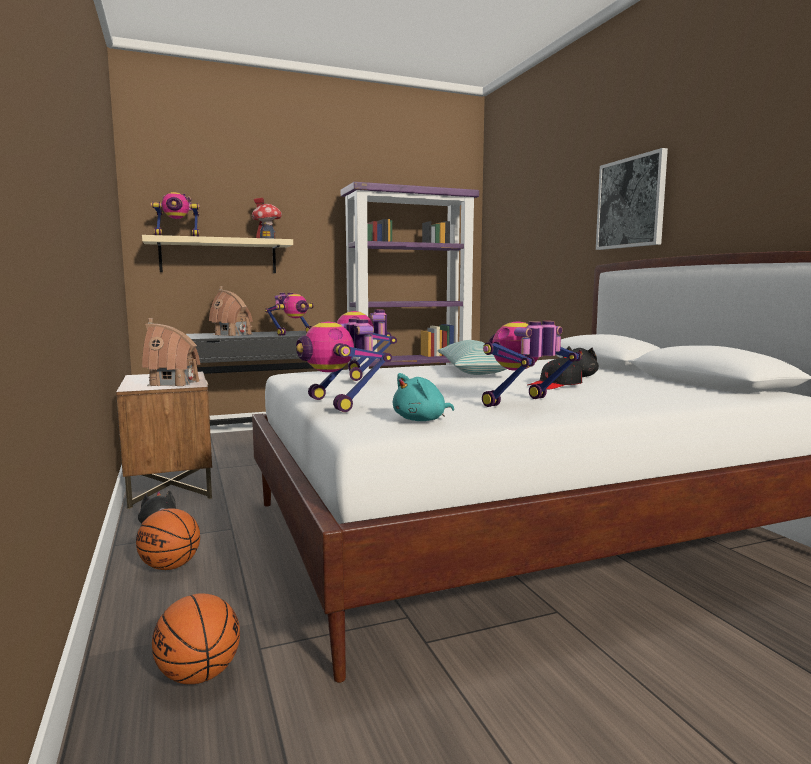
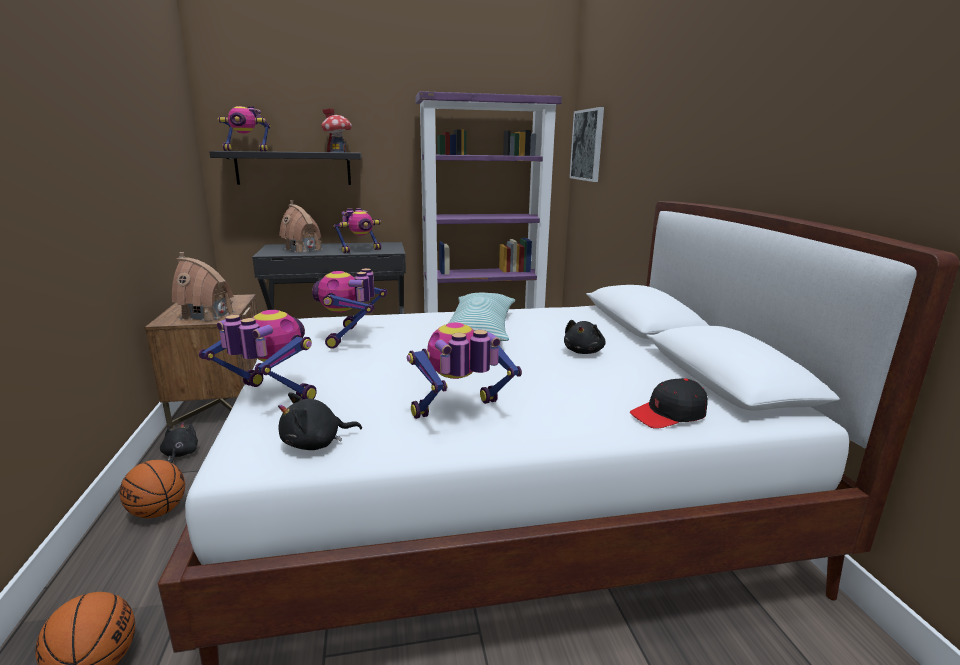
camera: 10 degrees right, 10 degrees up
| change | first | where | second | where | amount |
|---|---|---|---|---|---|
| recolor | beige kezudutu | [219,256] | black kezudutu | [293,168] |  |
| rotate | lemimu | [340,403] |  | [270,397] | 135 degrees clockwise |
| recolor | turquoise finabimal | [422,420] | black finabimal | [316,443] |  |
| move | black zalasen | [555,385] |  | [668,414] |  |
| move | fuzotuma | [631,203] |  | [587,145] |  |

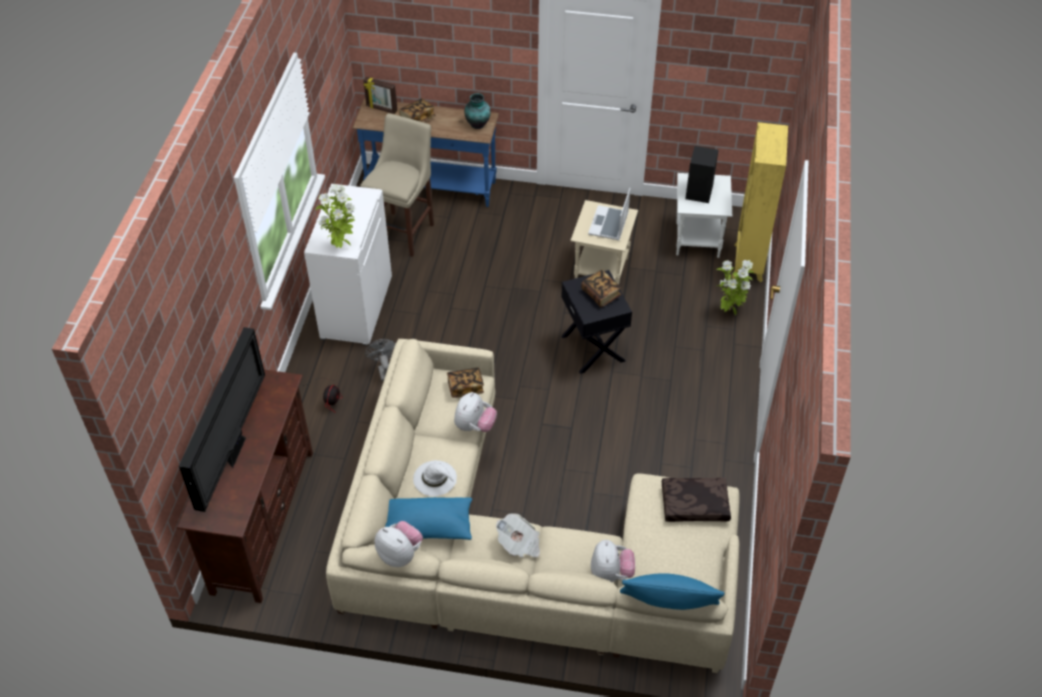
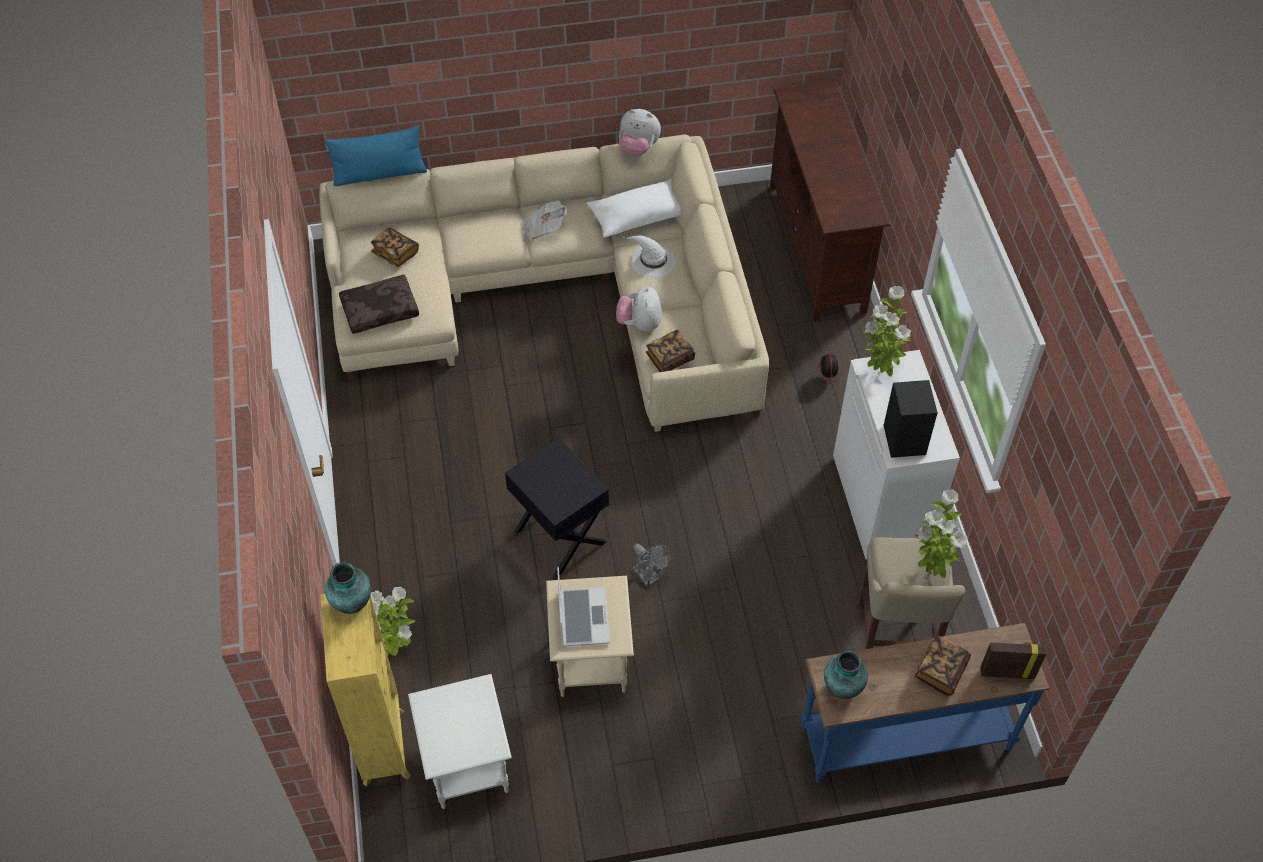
camera: 160 degrees right, 5 degrees up
| change | first | where | second | where | amount |
|---|---|---|---|---|---|
| delete | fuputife | [235,449] |  |  |  |
| move | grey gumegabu | [384,370] |  | [649,577] |  |
| recolor | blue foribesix | [426,526] | white foribesix | [638,217] |  |
| move | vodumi | [600,294] |  | [395,253] |  |
| delete | finabimal | [611,573] |  |  |  |
| move | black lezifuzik | [699,191] |  | [904,441] |  |
| insert |  |  | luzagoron | [351,602] |  |
| insert |  |  | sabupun | [932,568] |  |

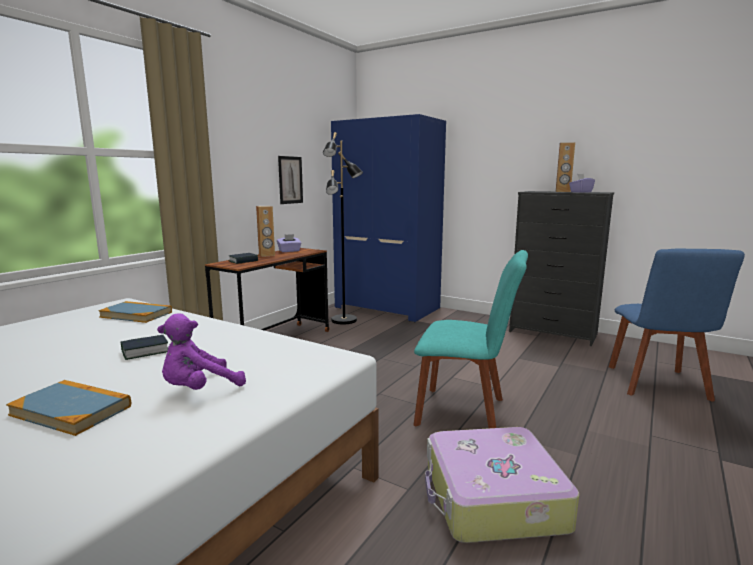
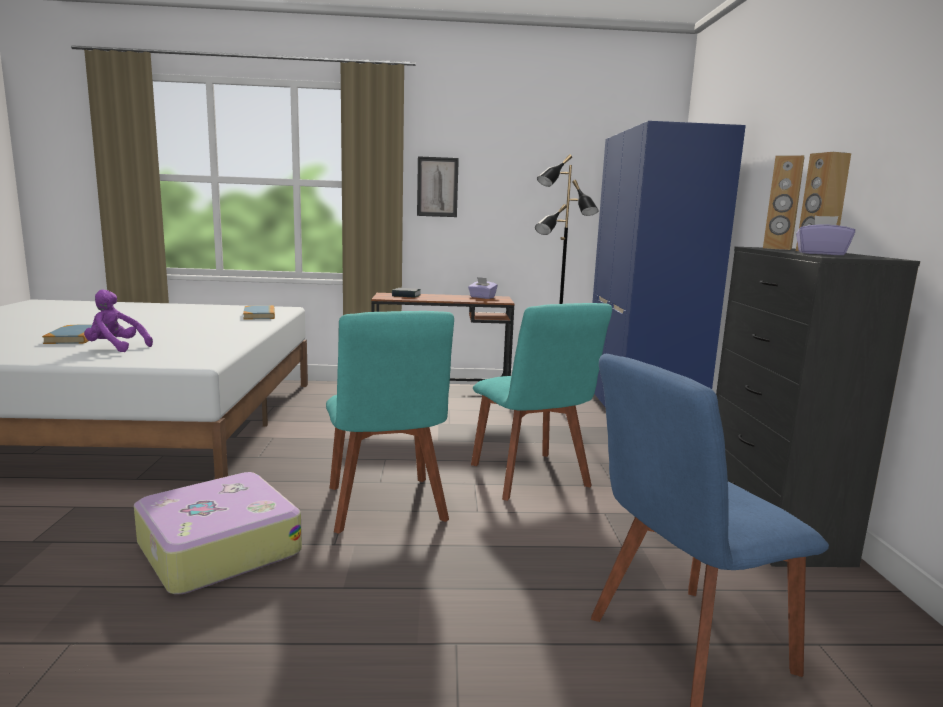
camera: 55 degrees right, 0 degrees up
| change | first | where | second | where | amount |
|---|---|---|---|---|---|
| delete | vodumi | [145,351] |  |  |  |
| move | brown lezifuzik | [267,255] |  | [777,248] |  |
| move | fuzotuma | [290,180] |  | [437,187] |  |
| insert |  |  | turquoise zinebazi | [531,478] |  |

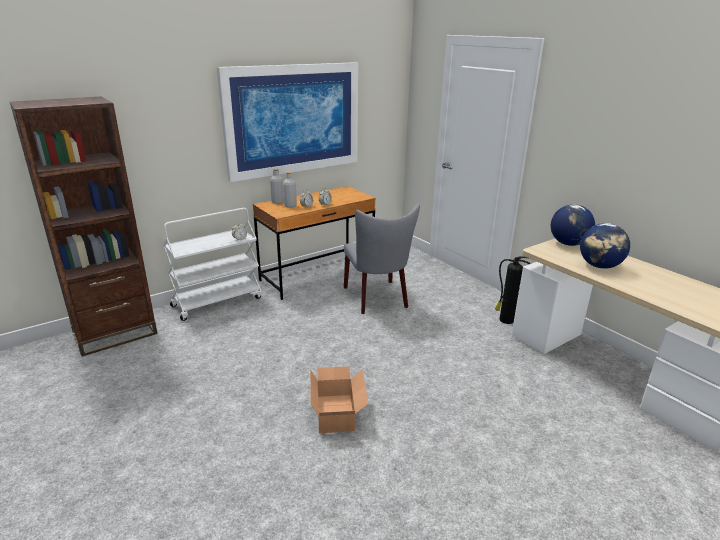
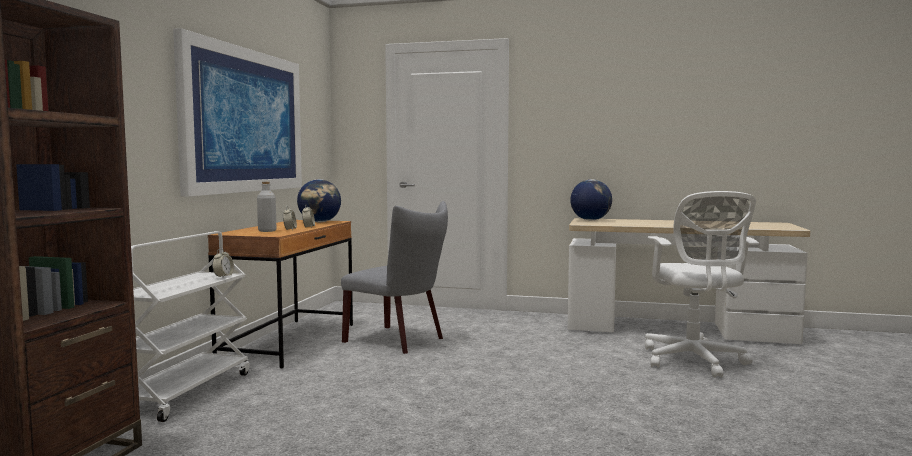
camera: 40 degrees left, 20 degrees down
| change | first | where | second | where | amount |
|---|---|---|---|---|---|
| delete | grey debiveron | [277,202] |  |  |  |
| delete | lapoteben | [338,412] |  |  |  |
| delete | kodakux | [505,320] |  |  |  |
| move | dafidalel | [599,266] |  | [319,222] |  |
| insert |  |  | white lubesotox | [694,361] |  |

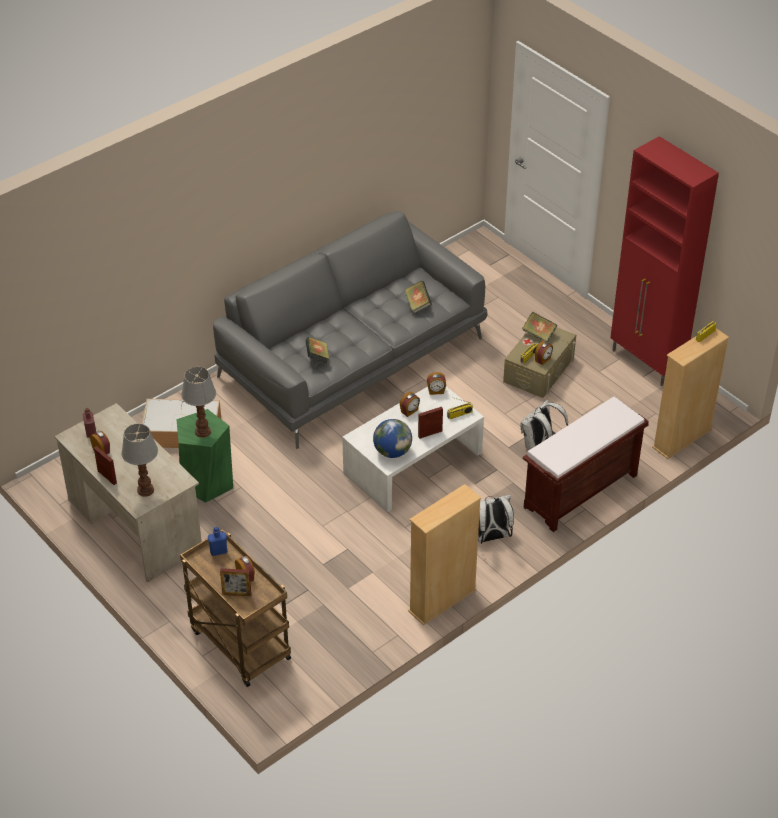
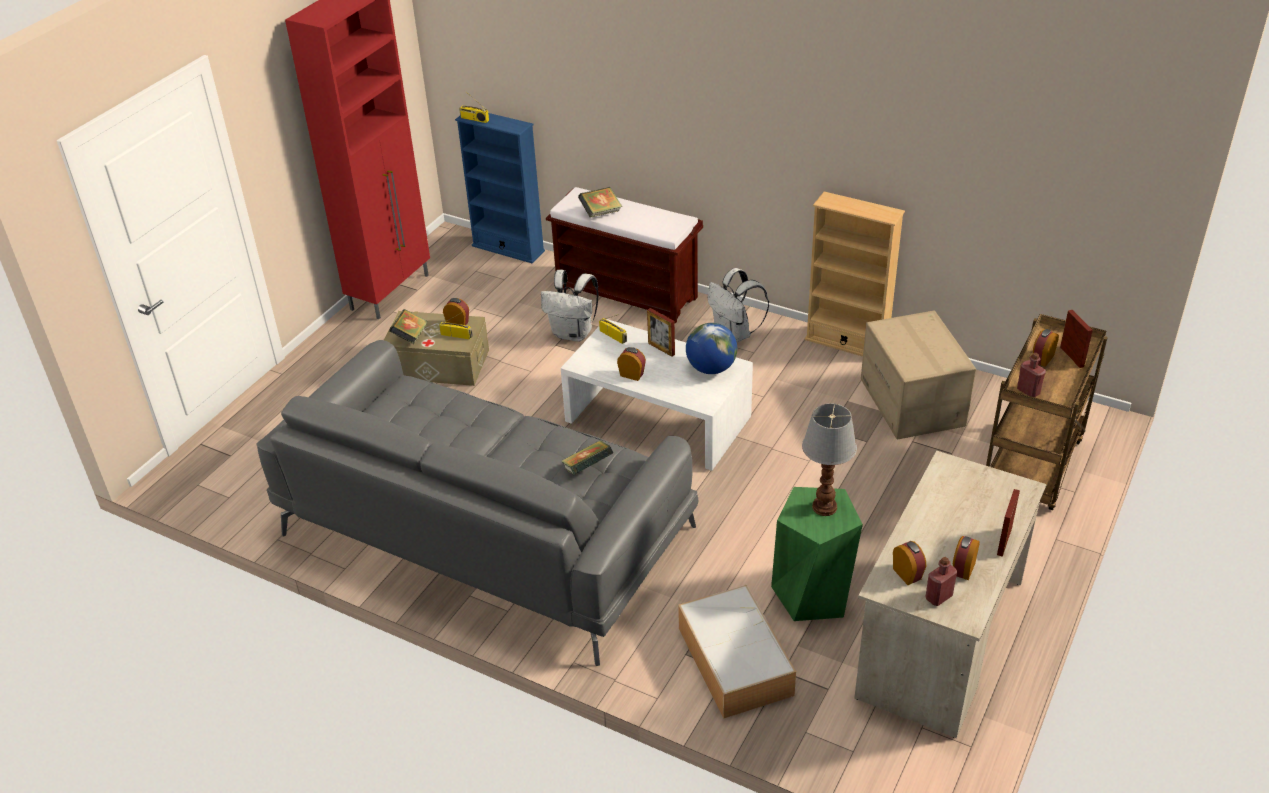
camera: 110 degrees left, 5 degrees down
| change | first | where | second | where | amount |
|---|---|---|---|---|---|
| delete | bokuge | [145,490] |  |  |  |
| recolor | blue debiveron | [218,551] | red debiveron | [1028,391] |  |
| move | vodumi | [417,304] |  | [600,213] |  |
| move | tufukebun | [436,391] |  | [907,574] |  |
| recolor | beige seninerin | [682,439] | blue seninerin | [508,248] |  |
| insert |  |  | lapoteben | [913,402] |  |

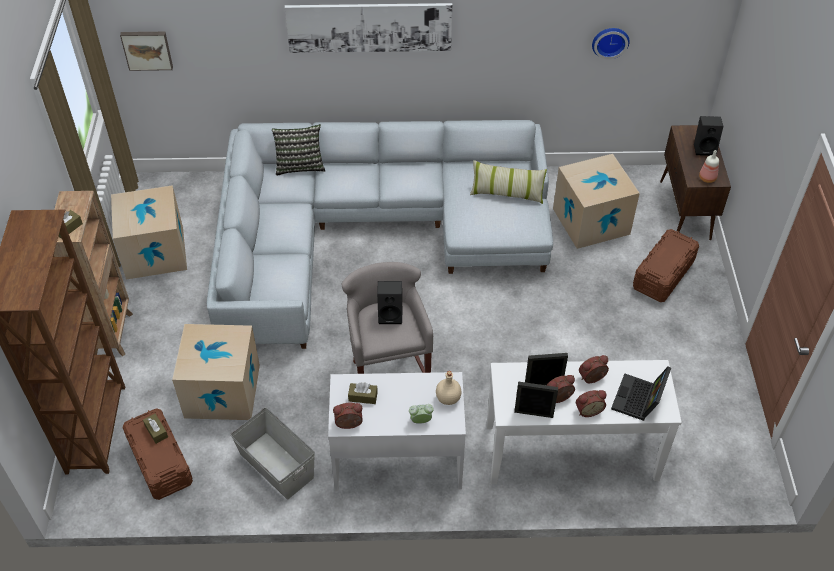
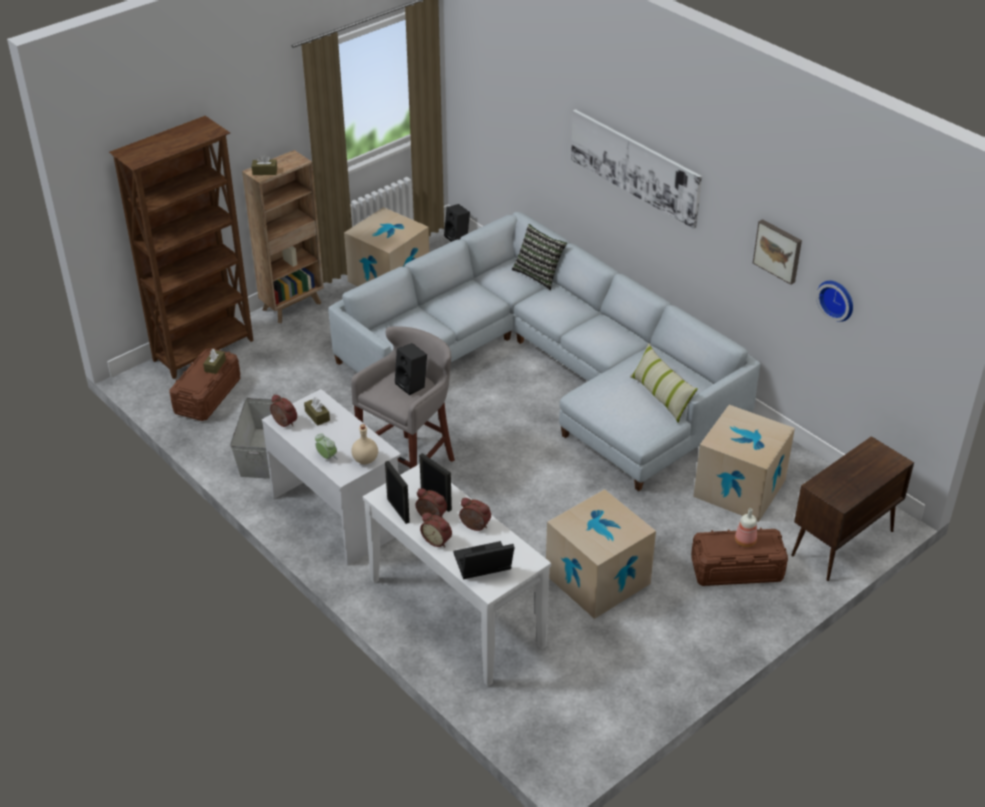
camera: 50 degrees right, 10 degrees down
| change | first | where | second | where | amount |
|---|---|---|---|---|---|
| move | fuzotuma | [147,49] |  | [778,250] |  |
| move | lapoteben | [222,391] |  | [597,579] |  |
| move | black lezifuzik | [705,148] |  | [458,238] |  |
| move | debiveron | [708,178] |  | [745,542] |  |

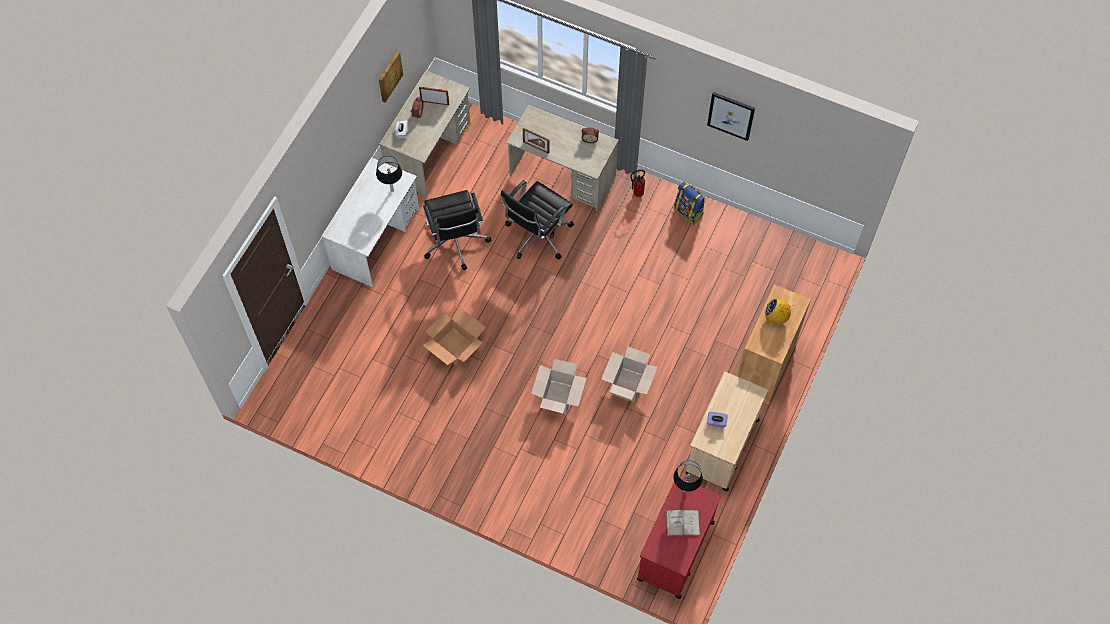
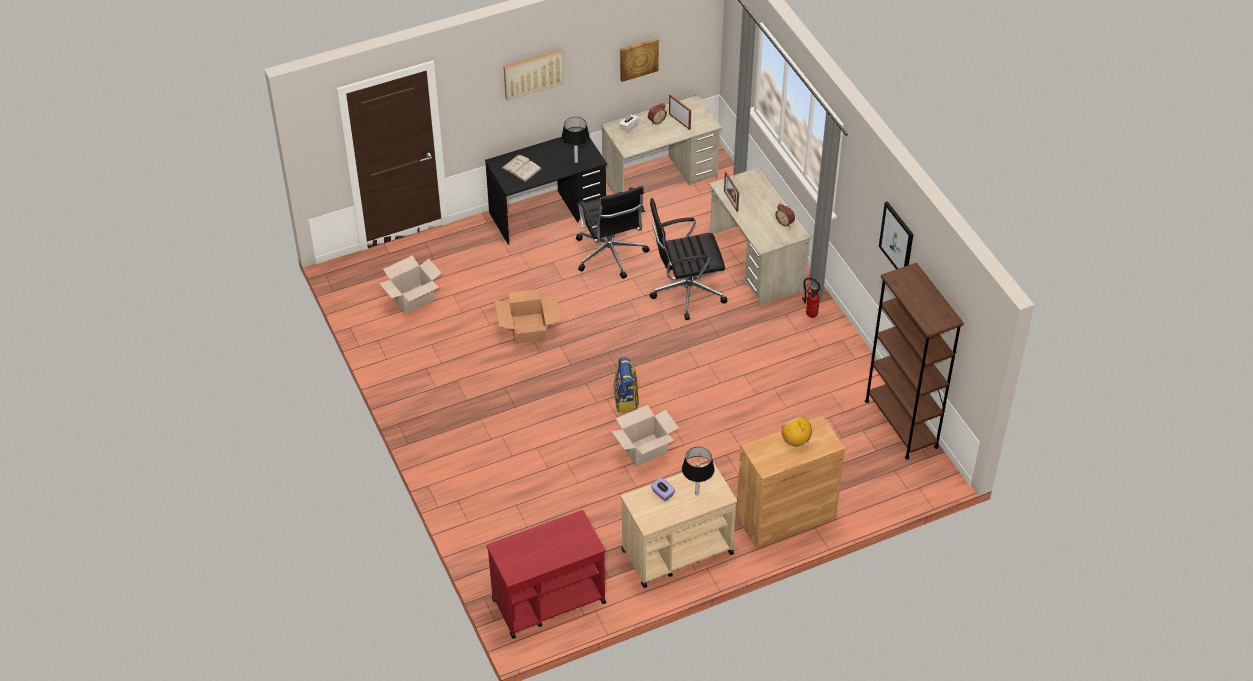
camera: 40 degrees right, 15 degrees down
| change | first | where | second | where | amount |
|---|---|---|---|---|---|
| recolor | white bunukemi | [376,239] | black bunukemi | [548,213] |  |
| rotate | black lubesotox | [455,243] |  | [610,255] | 45 degrees counterclockwise |
| move | lapoteben | [558,397] |  | [413,299] |  |
| move | white vodumi | [683,523] |  | [521,168] |  |
| move | black bokuge | [685,490] |  | [697,493] |  |
| move | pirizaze | [689,212] |  | [626,400] |  |
| insert |  |  | fuzotuma | [533,73] |  |
| insert |  |  | brown seninerin | [901,423] |  |

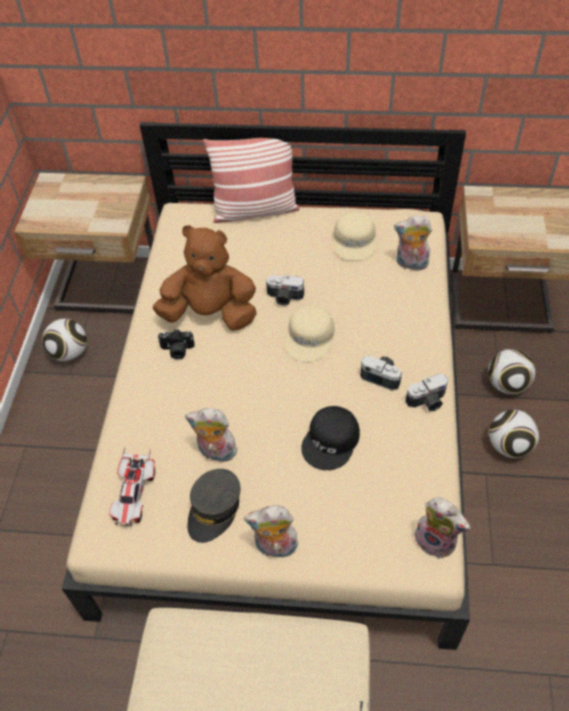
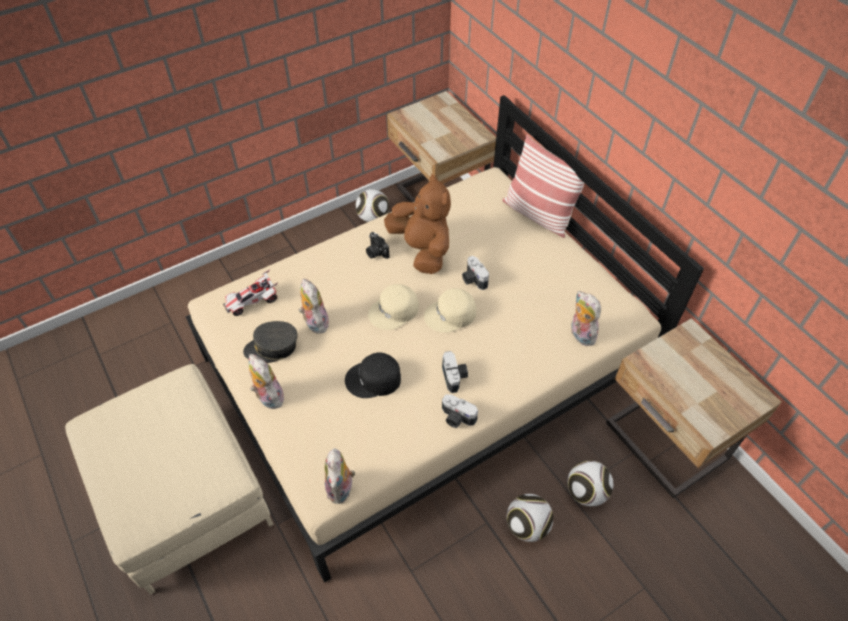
camera: 50 degrees right, 0 degrees up
| change | first | where | second | where | amount |
|---|---|---|---|---|---|
| move | beige zalasen | [355,240] |  | [394,311] |  |

